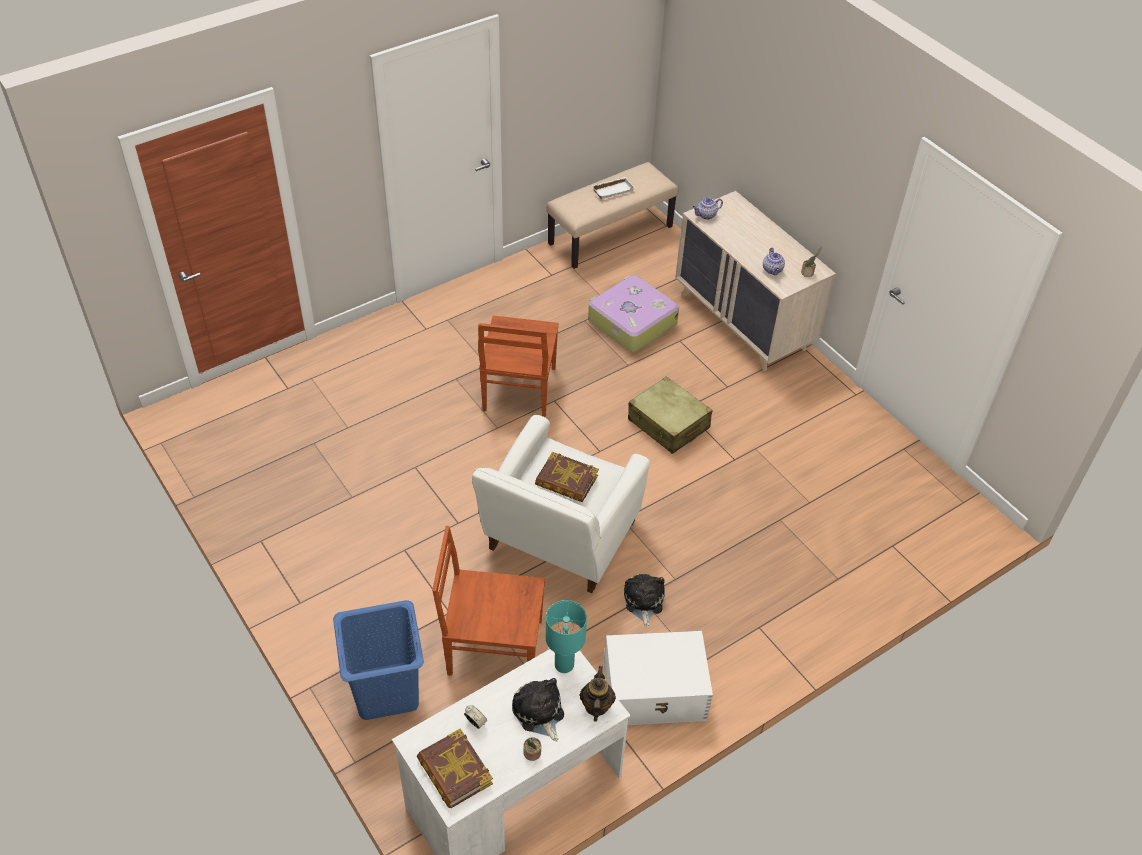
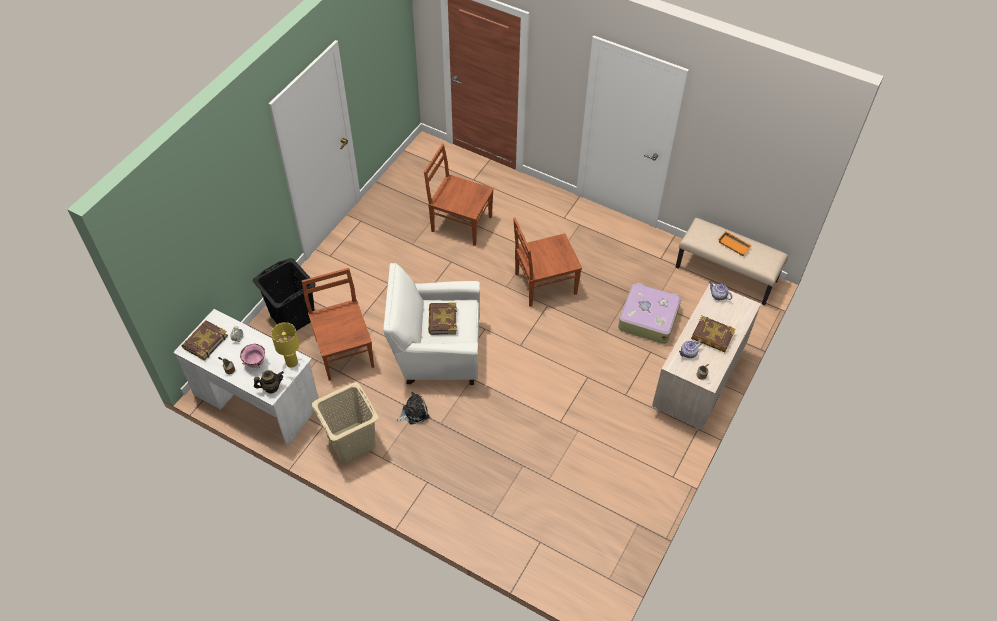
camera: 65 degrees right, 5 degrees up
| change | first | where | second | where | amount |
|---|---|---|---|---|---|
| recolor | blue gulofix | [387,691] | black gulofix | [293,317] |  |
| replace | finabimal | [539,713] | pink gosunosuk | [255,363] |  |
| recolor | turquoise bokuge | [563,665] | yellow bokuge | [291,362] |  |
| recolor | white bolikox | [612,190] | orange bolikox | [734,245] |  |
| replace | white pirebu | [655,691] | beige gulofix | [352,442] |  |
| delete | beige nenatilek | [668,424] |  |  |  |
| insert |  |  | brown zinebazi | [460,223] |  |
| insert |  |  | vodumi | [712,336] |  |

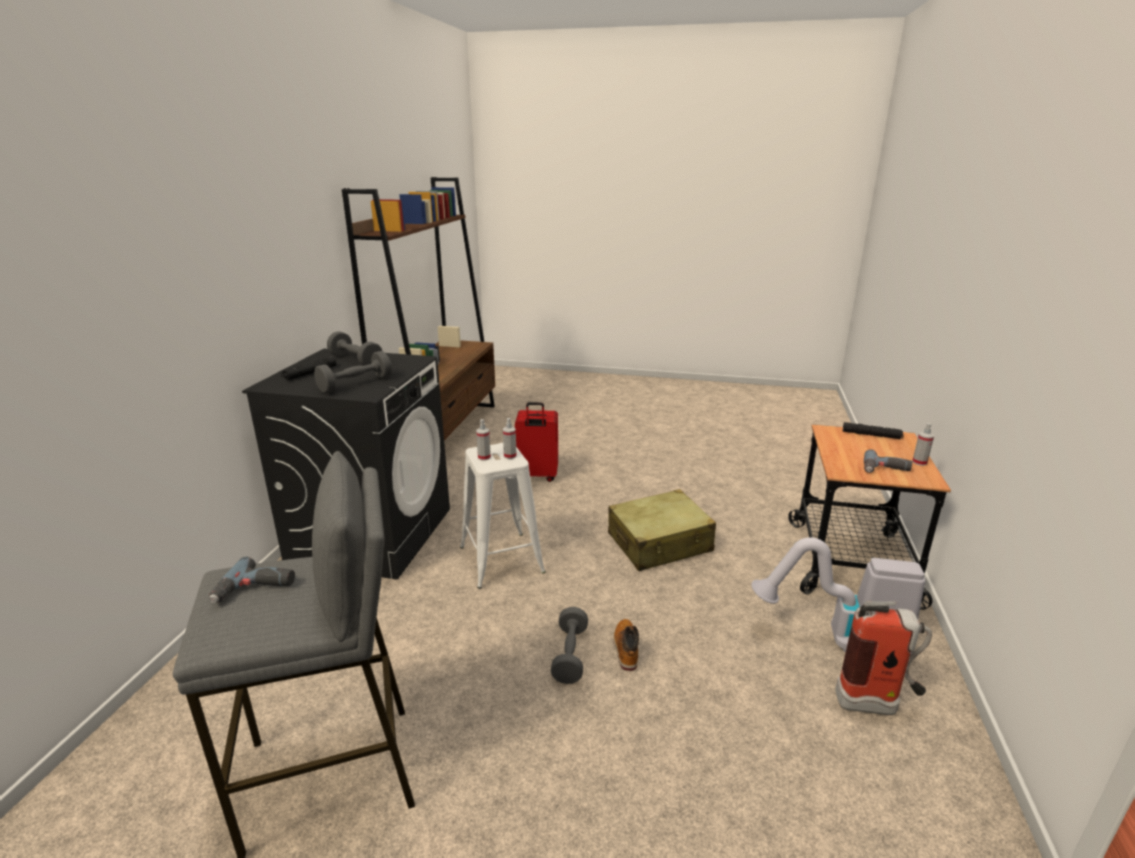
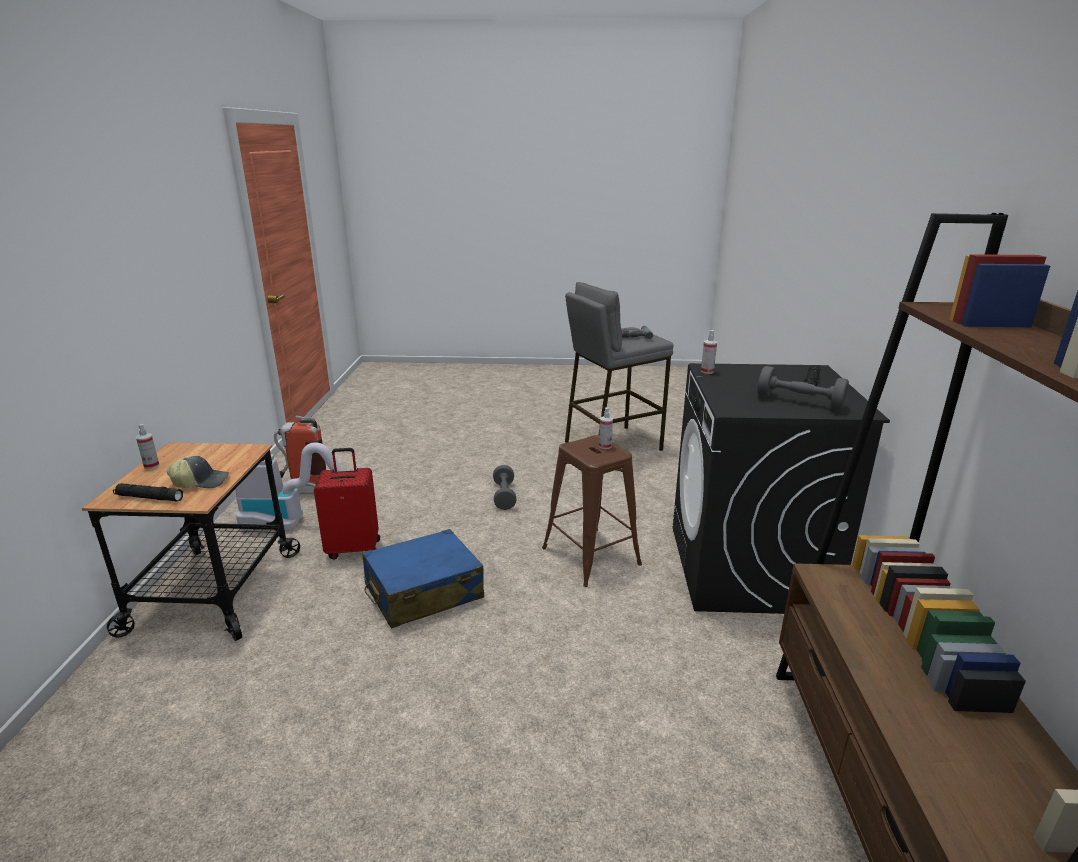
camera: 170 degrees right, 0 degrees up
| change | first | where | second | where | amount |
|---|---|---|---|---|---|
| delete | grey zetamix | [355,384] |  |  |  |
| recolor | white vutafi | [501,559] | brown vutafi | [591,556] |  |
| move | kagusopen | [510,456] |  | [707,371] |  |
| move | red nenatilek | [537,476] |  | [354,548] |  |
| recolor | beige nenatilek | [660,543] | blue nenatilek | [423,592] |  |
| delete | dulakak | [625,648] |  |  |  |
| delete | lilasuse | [885,470] |  |  |  |
| insert |  |  | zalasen | [201,482] |  |

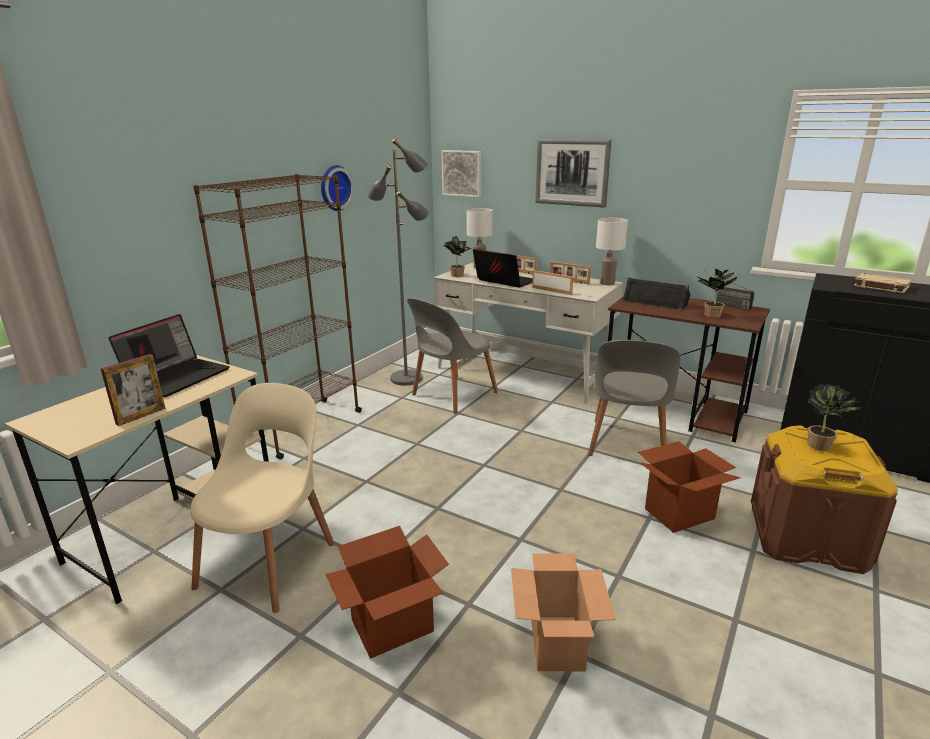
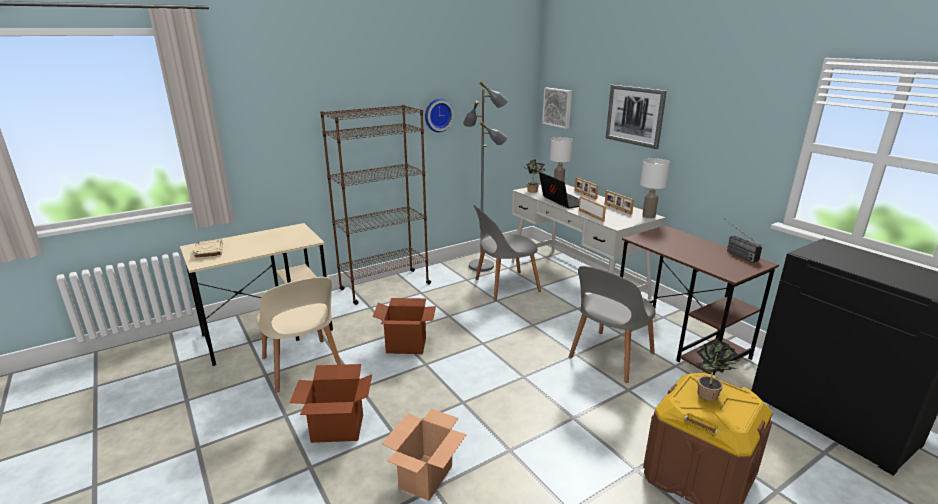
camera: 25 degrees right, 0 degrees up
| change | first | where | second | where | amount |
|---|---|---|---|---|---|
| delete | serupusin | [141,416] |  |  |  |
| delete | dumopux | [177,377] |  |  |  |
| rotate | beige zinebazi | [270,561] |  | [302,367] | 105 degrees clockwise |
| delete | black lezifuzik | [655,302] |  |  |  |
| move | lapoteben | [679,513] |  | [406,345] |  |
| delete | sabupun | [711,315] |  |  |  |
| move | beige vodumi | [880,286] |  | [209,252] |  |

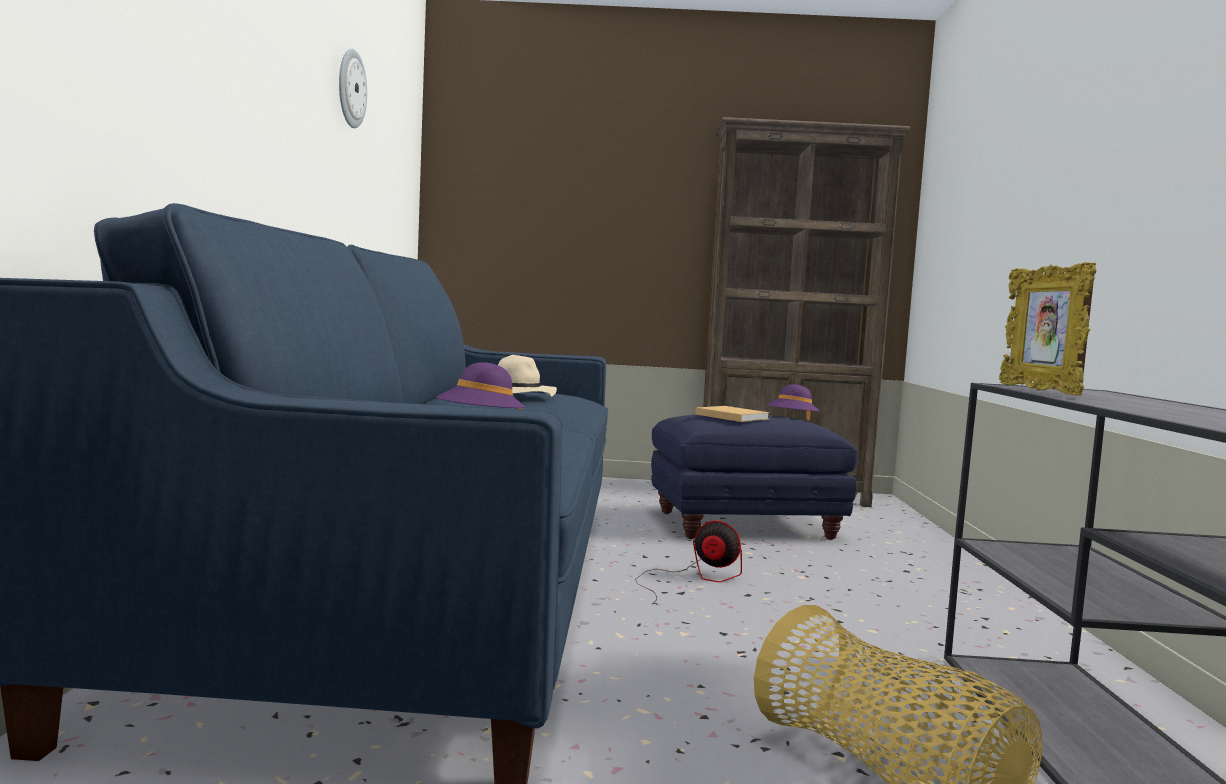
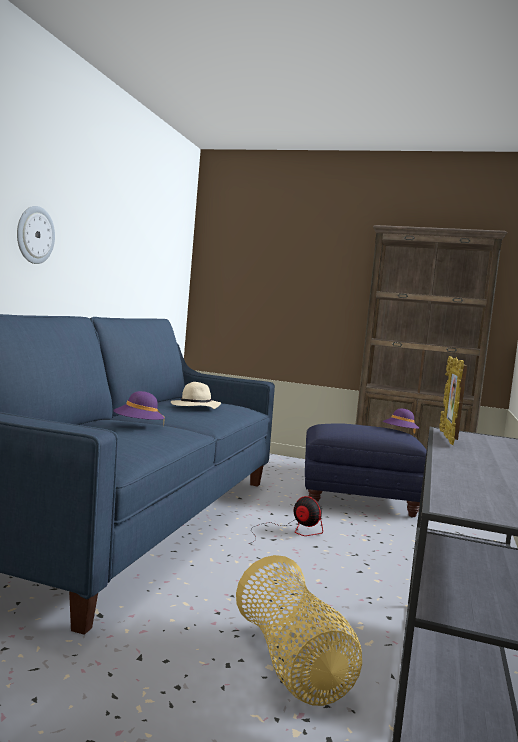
camera: 15 degrees right, 0 degrees up
| change | first | where | second | where | amount |
|---|---|---|---|---|---|
| move | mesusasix | [350,89] |  | [34,235] |  |
| delete | beige vodumi | [730,416] |  |  |  |

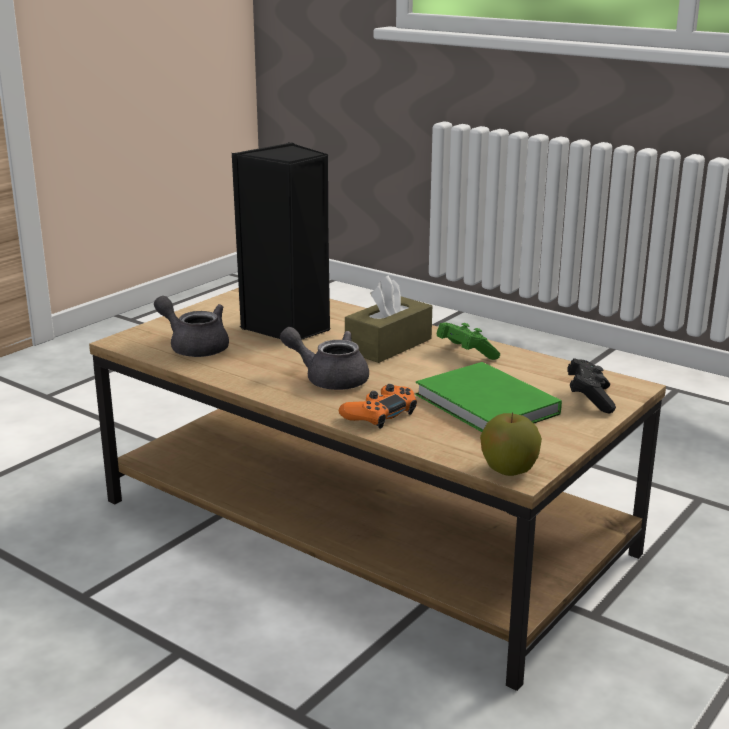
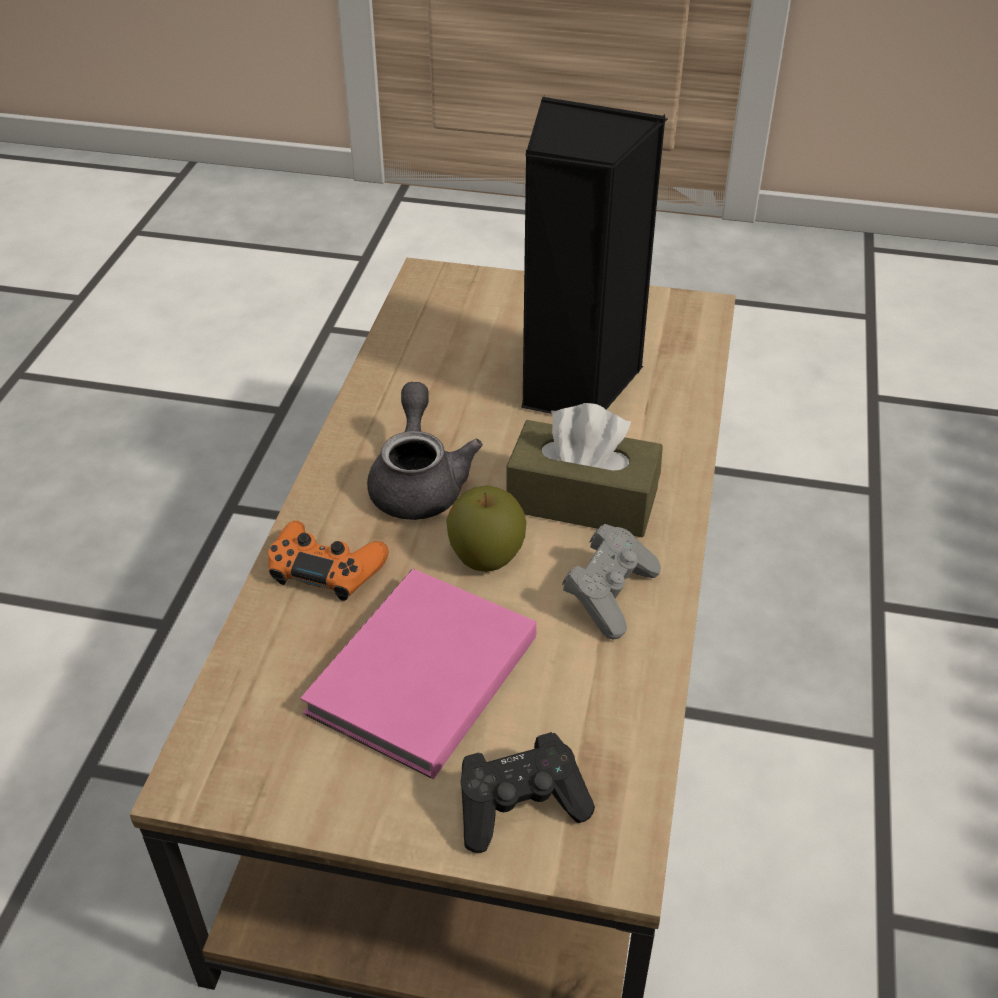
camera: 65 degrees right, 20 degrees up
| change | first | where | second | where | amount |
|---|---|---|---|---|---|
| delete | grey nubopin | [194,347] |  |  |  |
| recolor | green vodumi | [487,406] | pink vodumi | [416,677] |  |
| recolor | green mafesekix | [465,354] | grey mafesekix | [609,594] |  |
| move | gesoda | [508,470] |  | [486,556] |  |

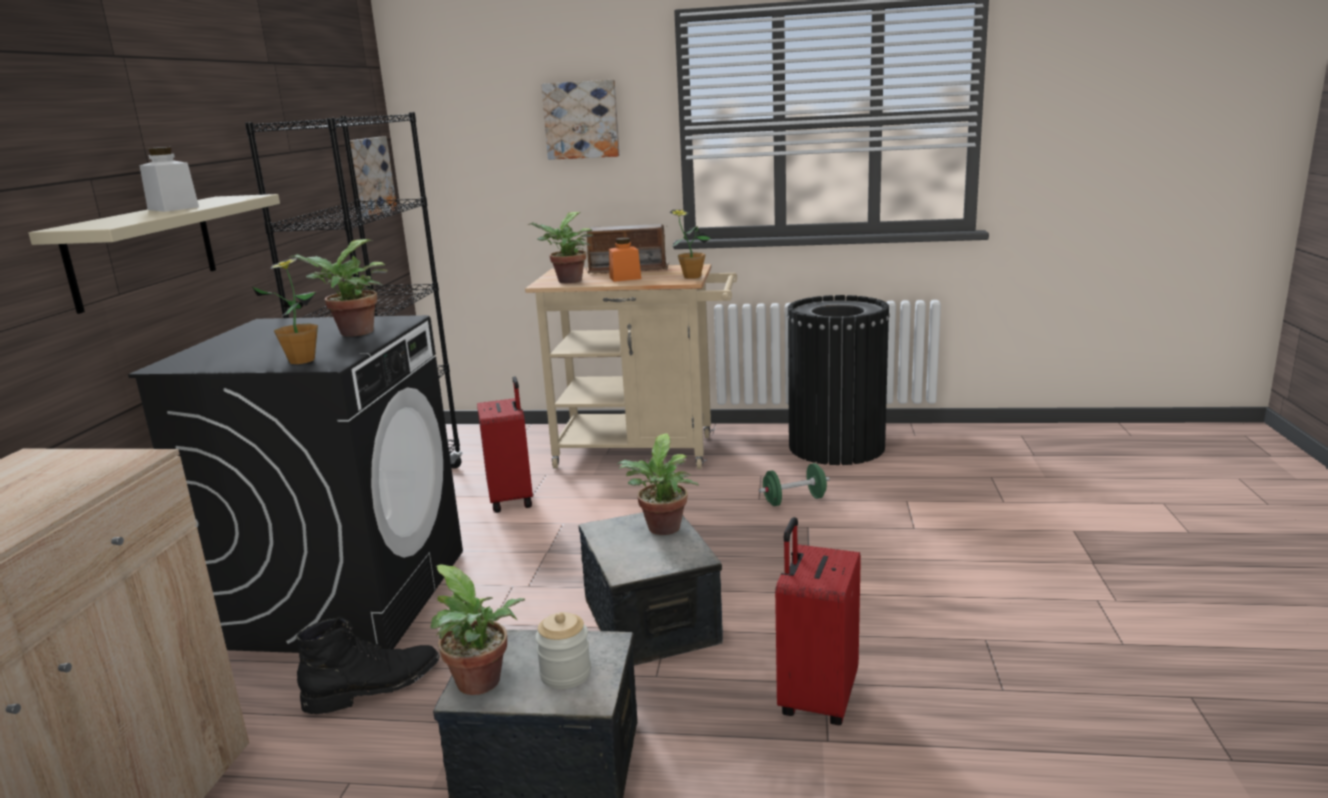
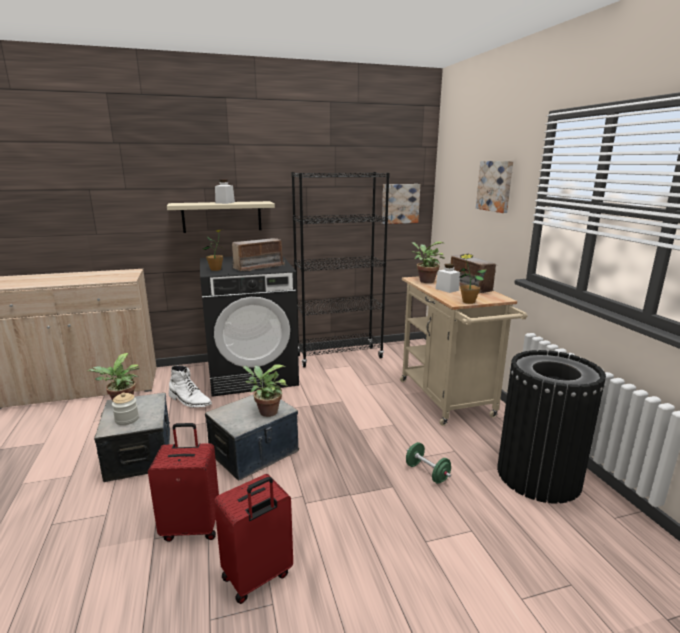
camera: 65 degrees right, 0 degrees up
| change | first | where | second | where | amount |
|---|---|---|---|---|---|
| replace | sabupun | [352,333] | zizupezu | [258,267] |  |
| recolor | black dulakak | [374,687] | white dulakak | [190,401] |  |
| move | red nenatilek | [512,499] |  | [257,577] |  |
| recolor | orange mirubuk | [625,278] | white mirubuk | [447,289] |  |

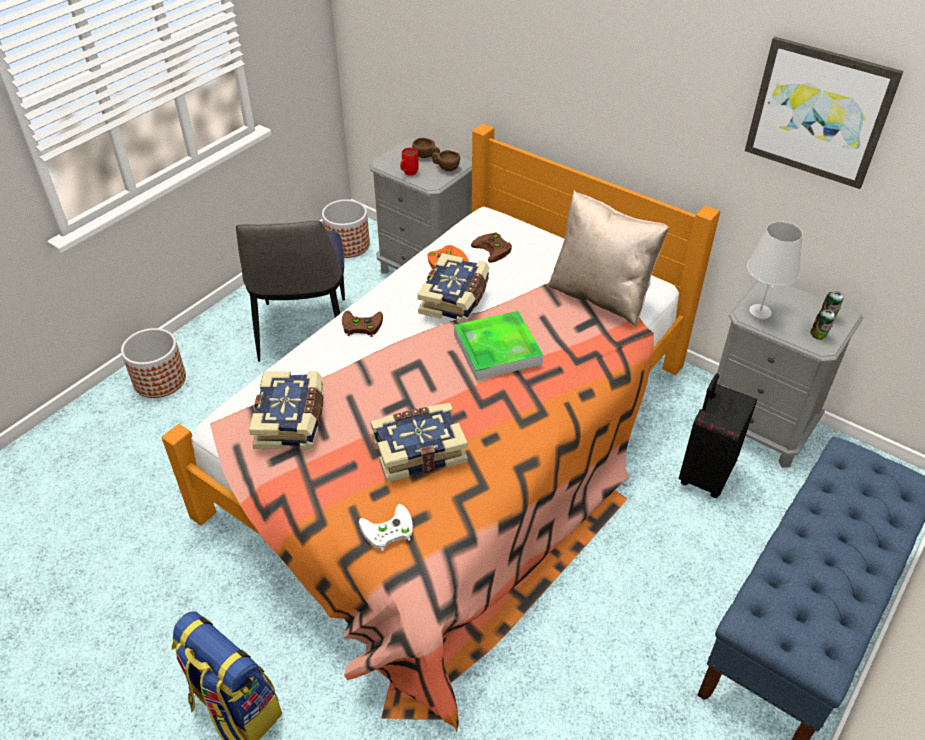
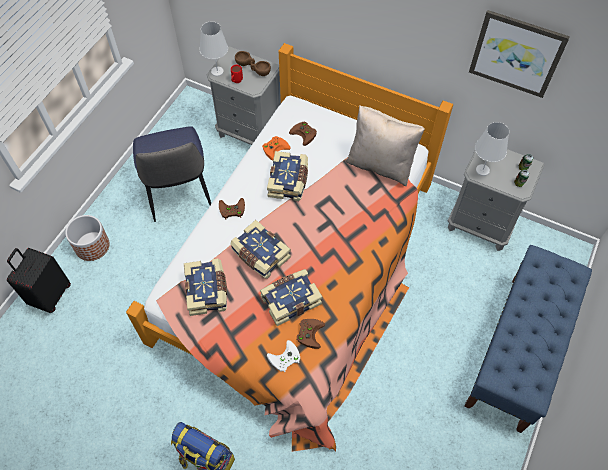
camera: 10 degrees left, 15 degrees up
| change | first | where | second | where | amount |
|---|---|---|---|---|---|
| delete | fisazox | [347,245] |  |  |  |
| delete | bolikox | [497,349] |  |  |  |
| move | black nenatilek | [704,474] |  | [50,295] |  |
| insert |  |  | white bokuge | [217,71] |  |
| insert |  |  | vodumi | [260,255] |  |
| insert |  |  | brown mafesekix | [309,332] |  |

